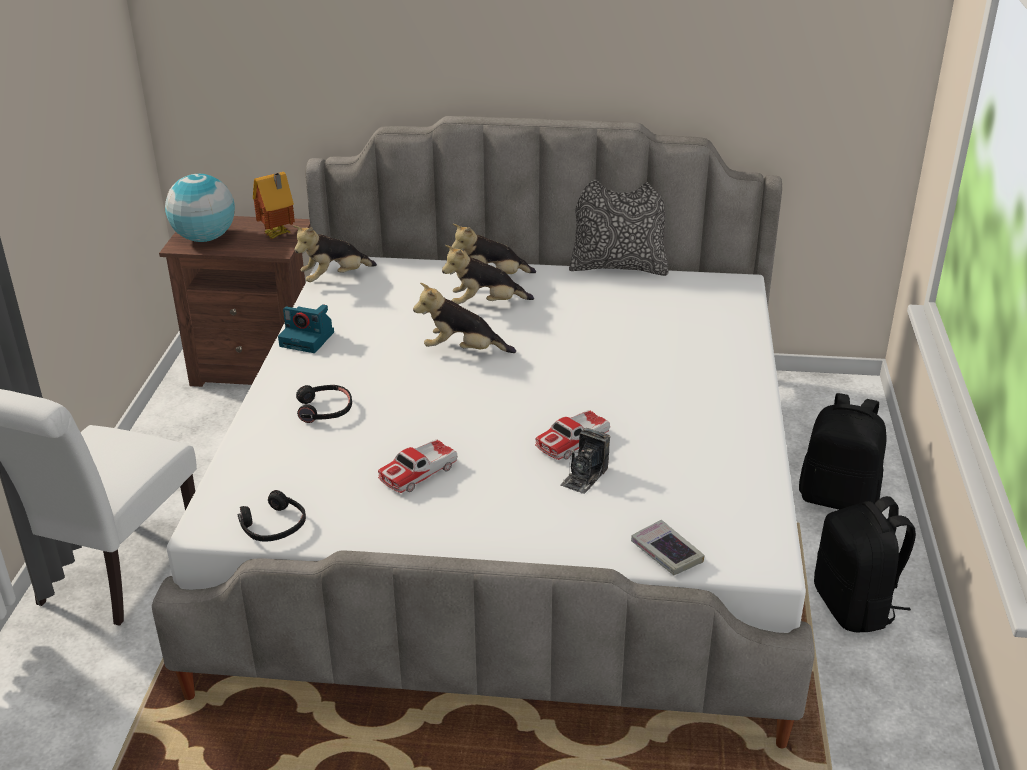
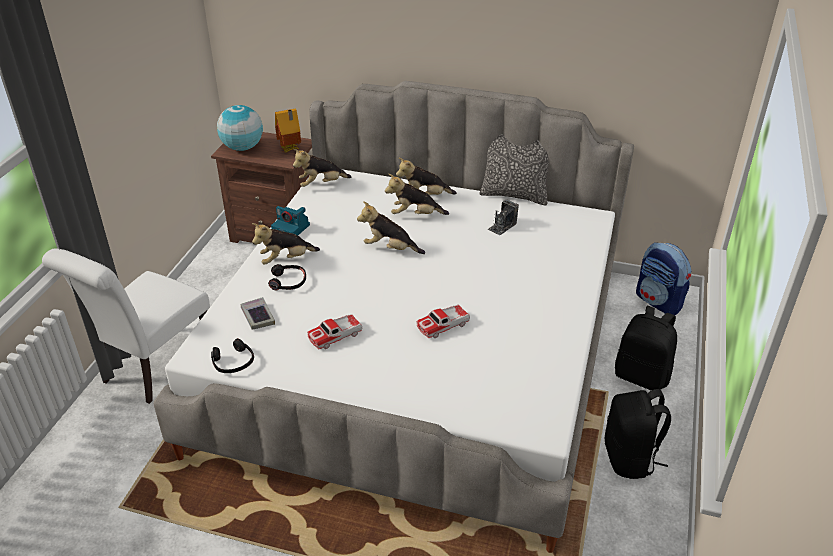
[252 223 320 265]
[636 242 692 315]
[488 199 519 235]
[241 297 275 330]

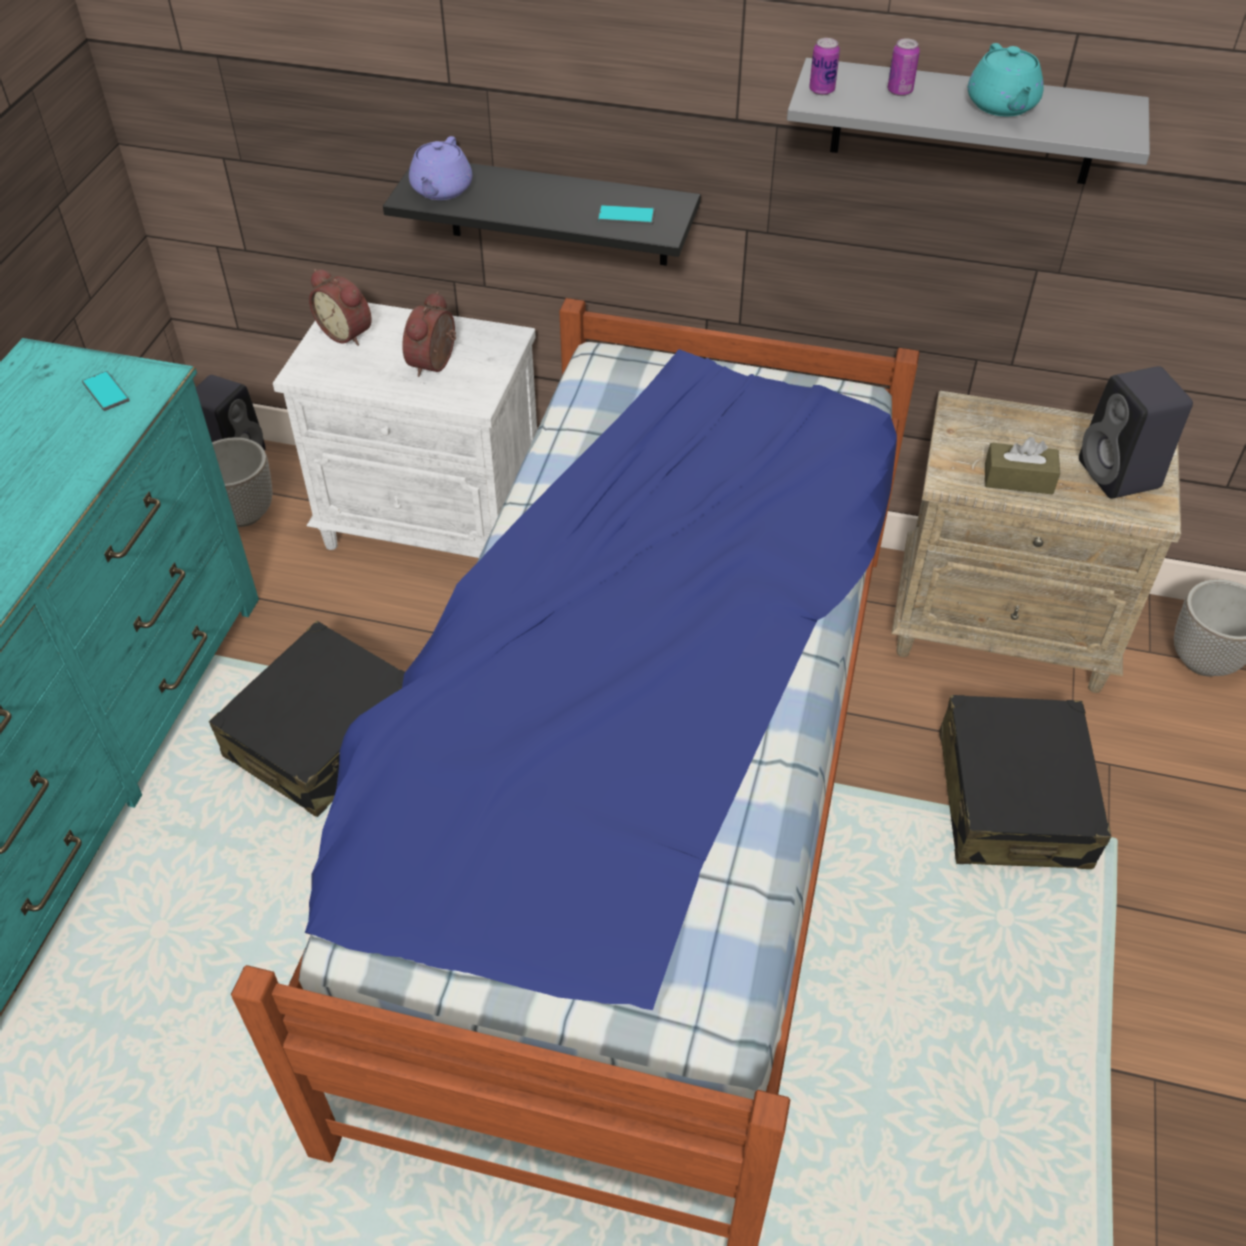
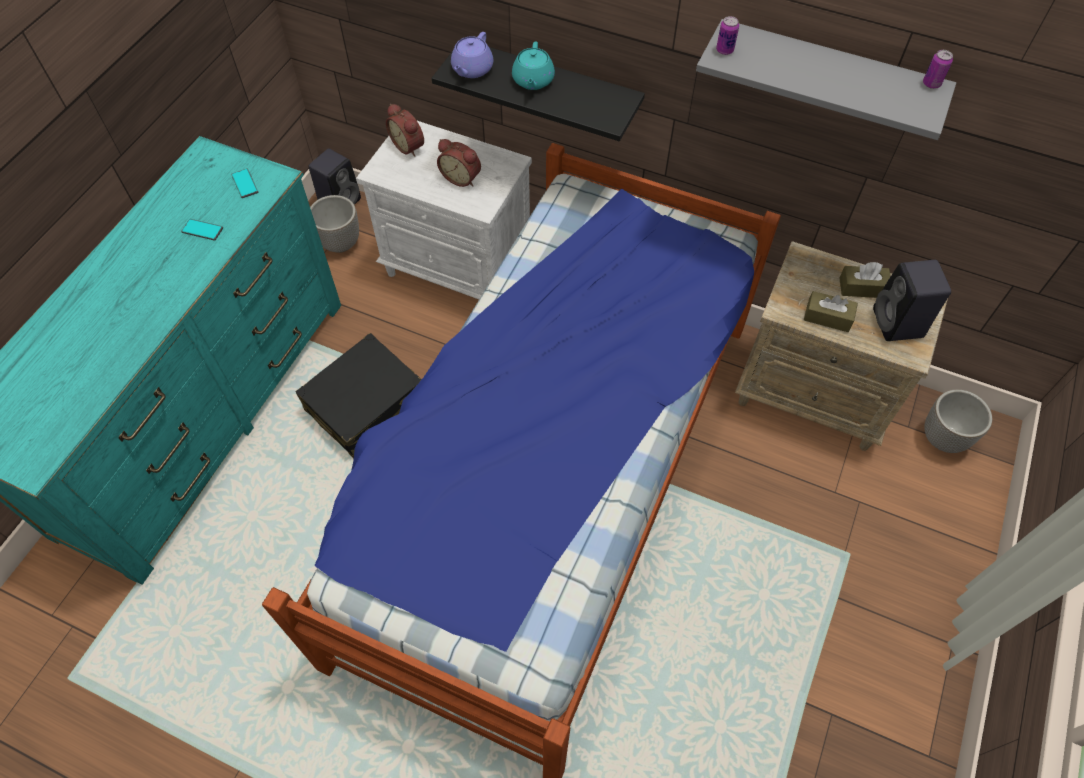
[939 695 1111 869] (first image)
[839 262 891 298]
[181 219 223 241]
[923 50 953 89]
[512 41 555 90]
[437 139 481 187]

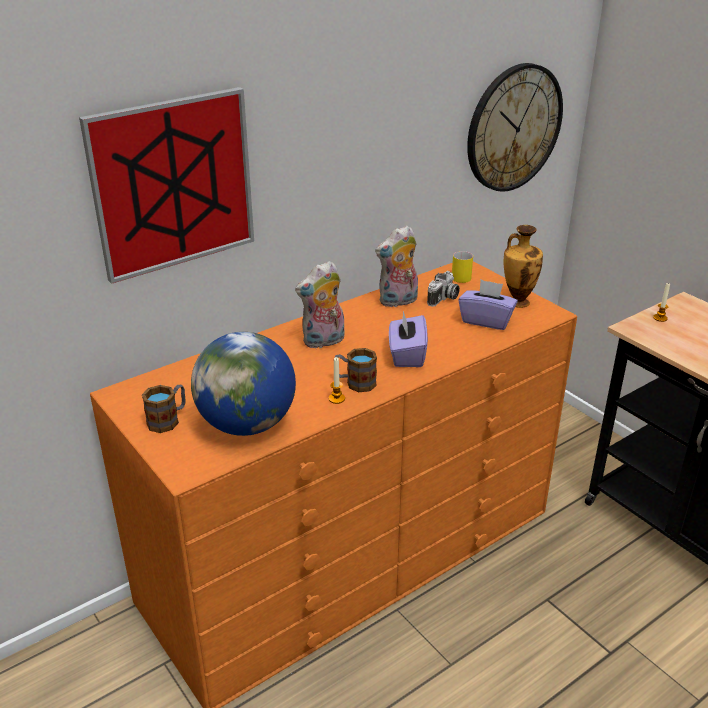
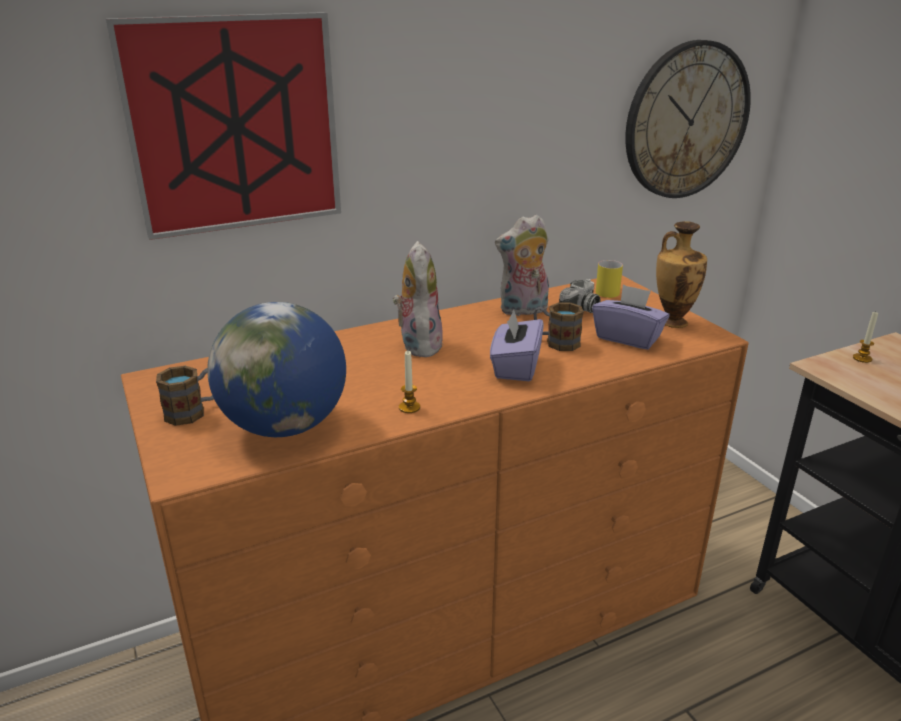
[534 303 583 351]
[393 241 443 357]

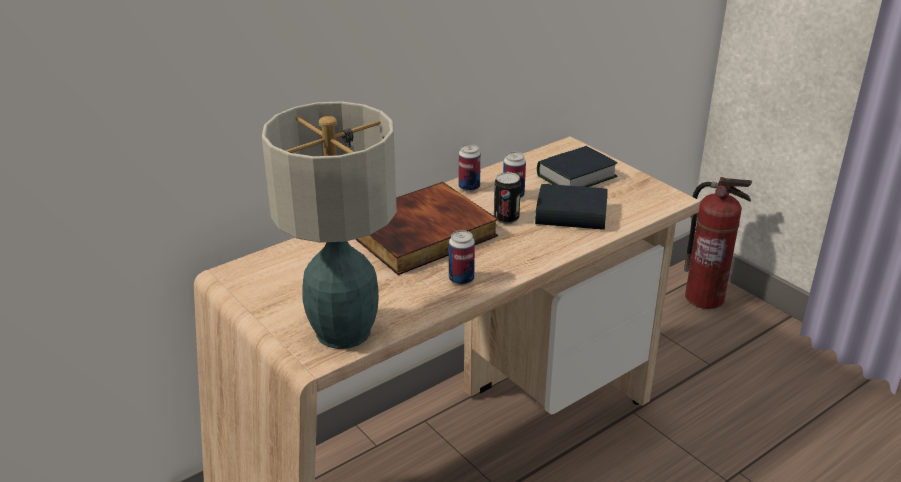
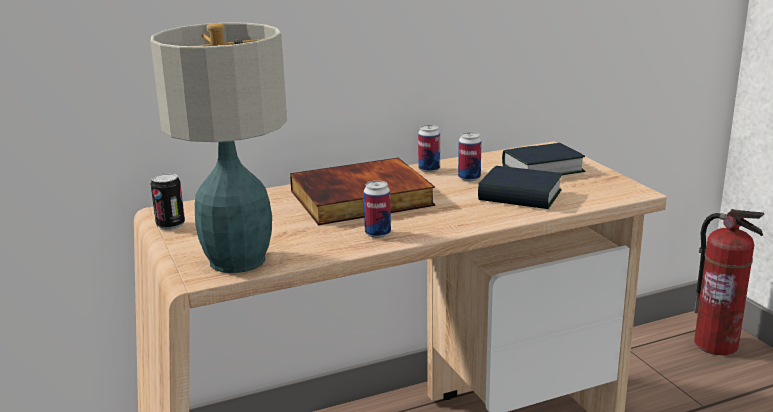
[151 173 185 230]

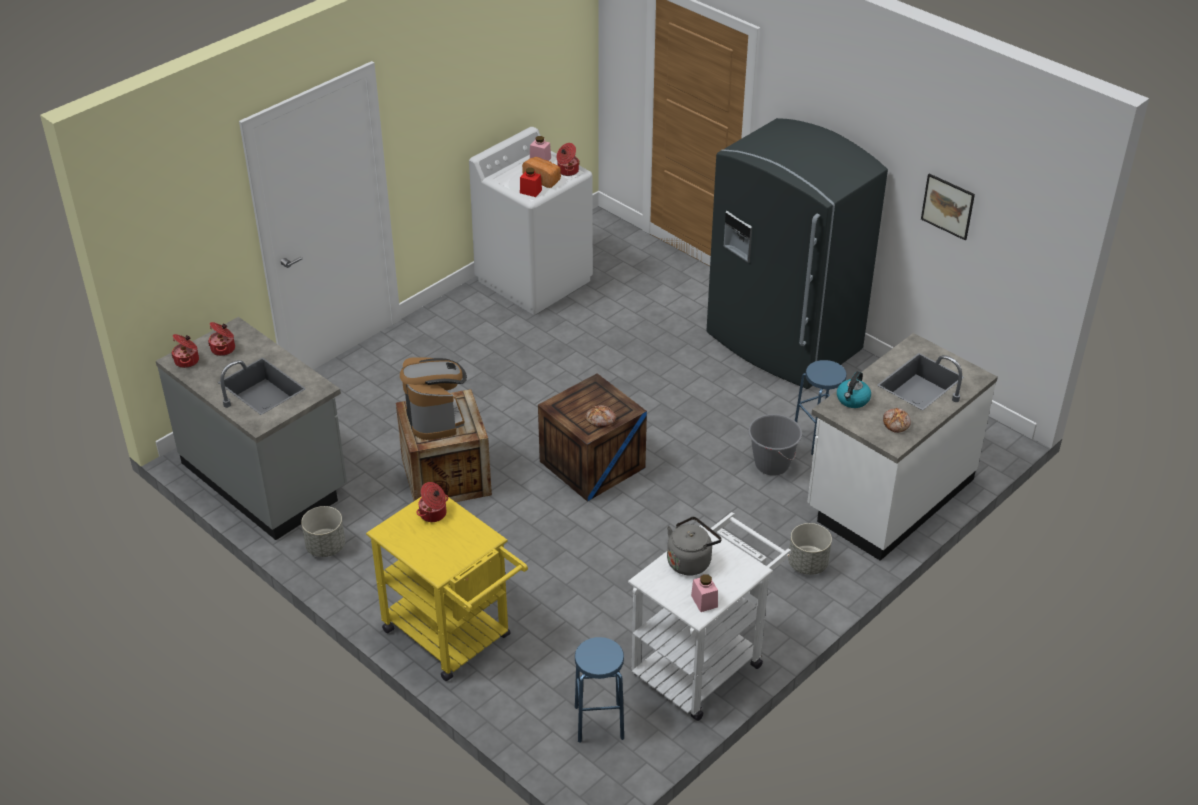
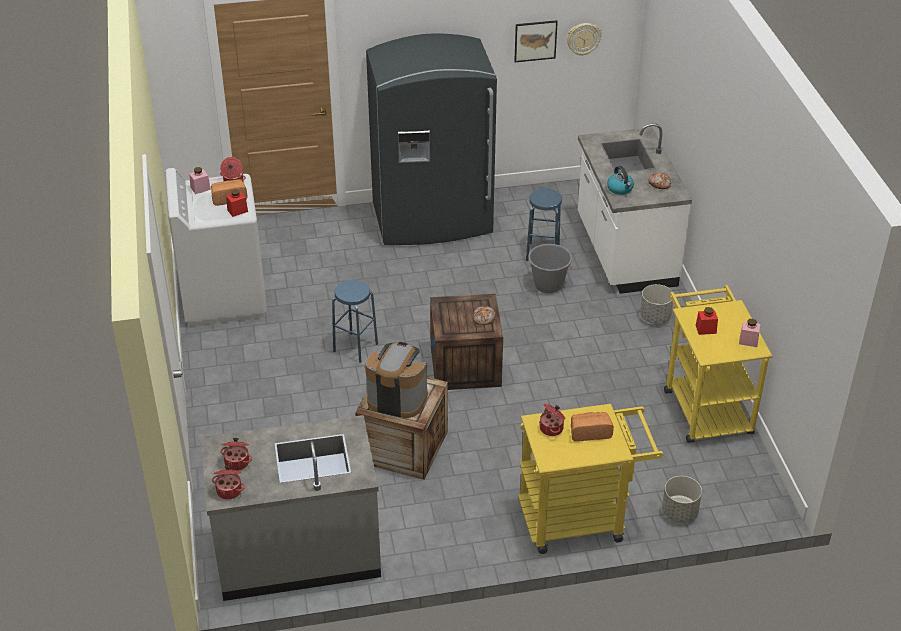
[567 23 602 56]
[571 412 614 442]
[662 476 702 523]
[332 280 378 363]
[696 307 718 335]
[664 285 773 443]

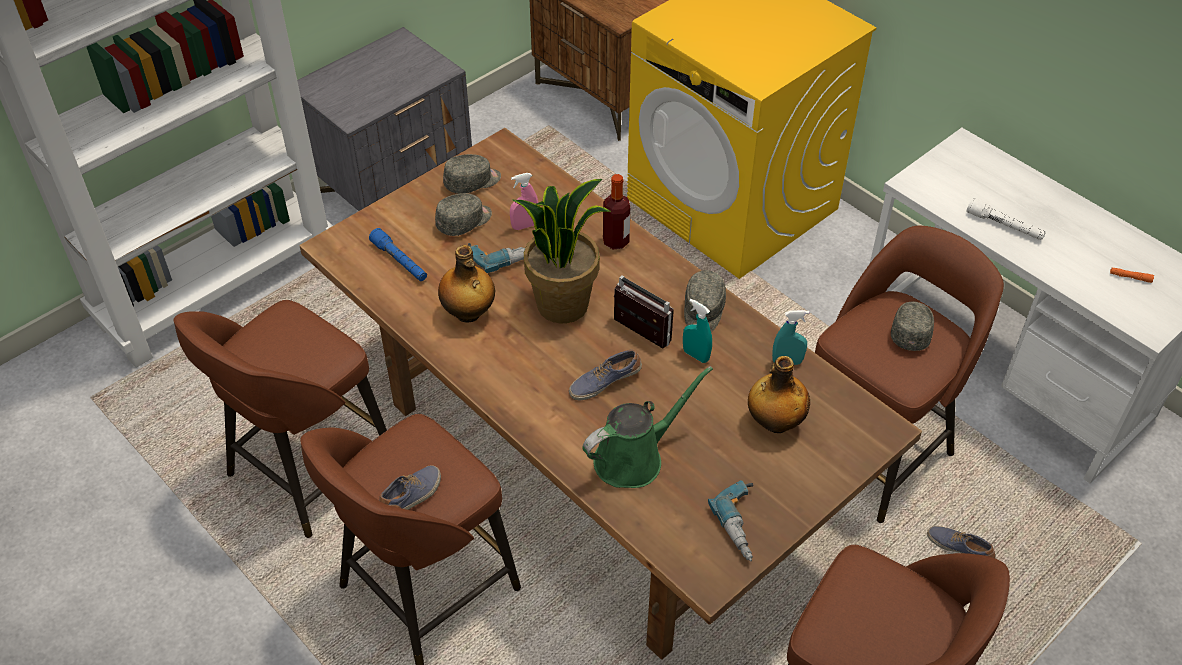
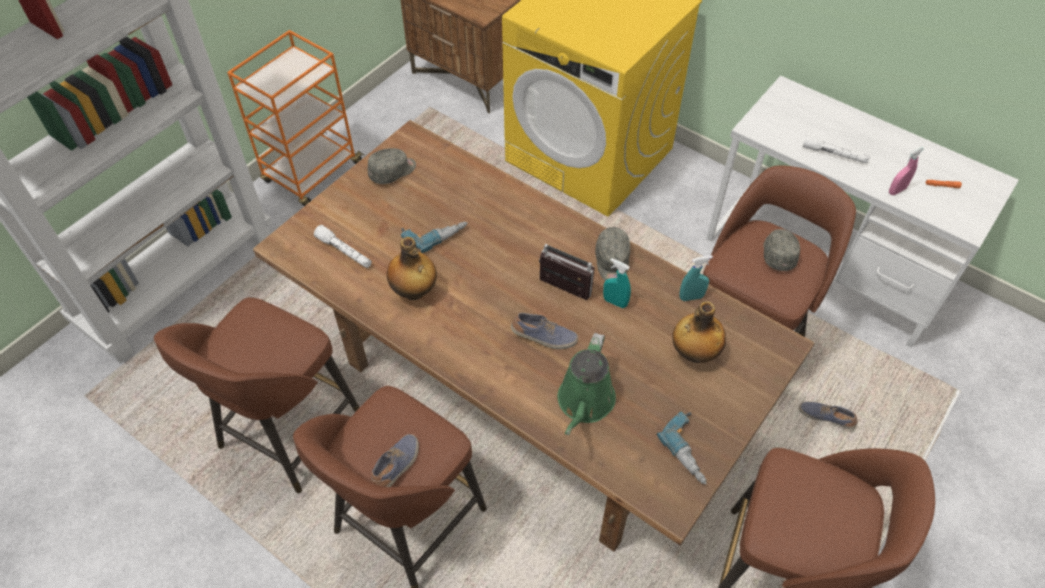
[435 193 492 236] (first image)
[513 179 612 324] (first image)
[603 174 630 249] (first image)
[889 147 923 195]
[227 30 365 206]
[314 225 372 268]
[511 312 578 349]
[558 333 616 435]

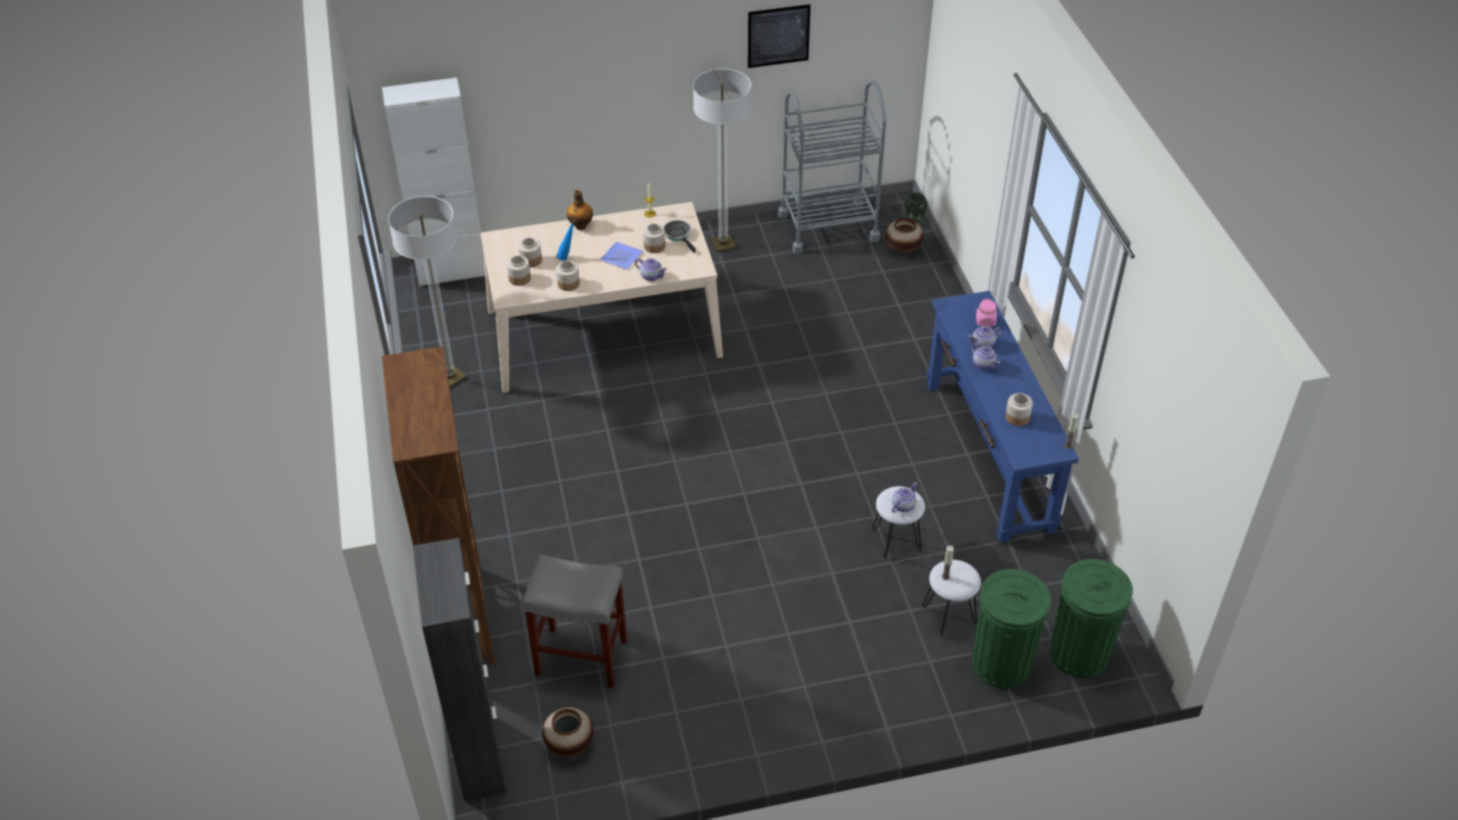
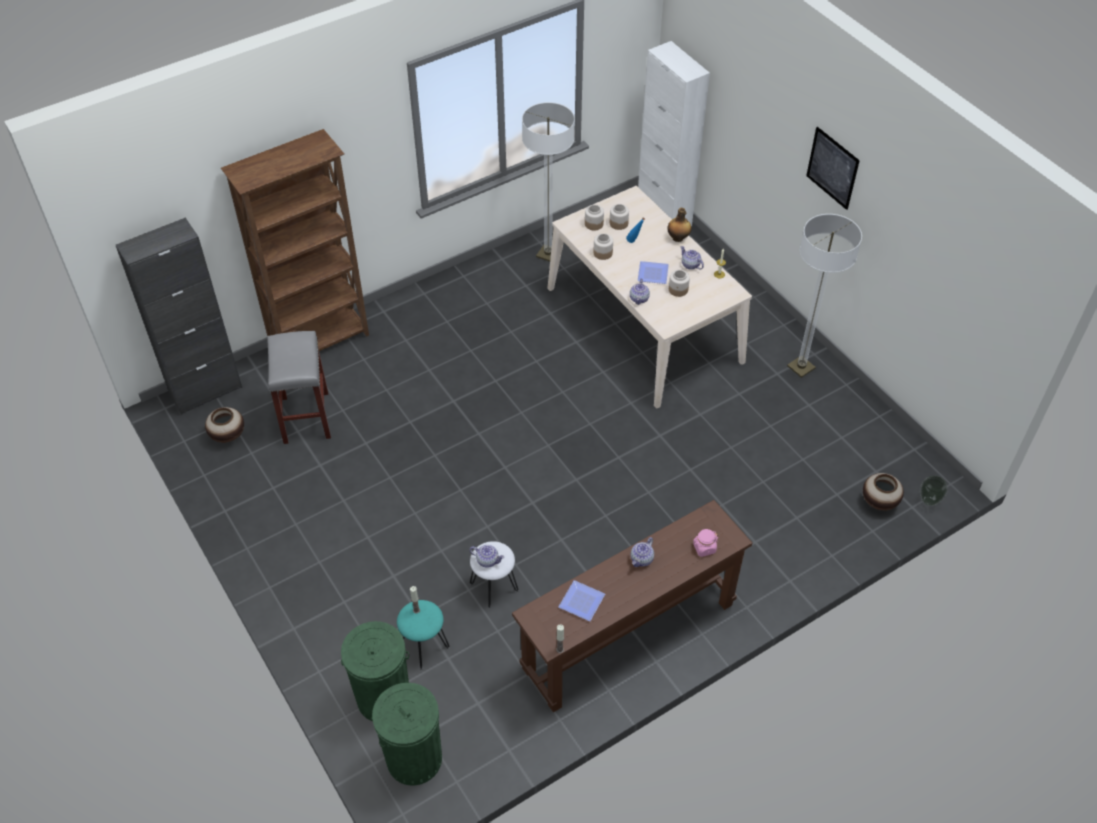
[663 220 696 253] (first image)
[778 80 886 254] (first image)
[806 127 860 210]
[680 246 704 270]
[558 580 605 621]
[397 600 450 669]
[512 500 752 712]

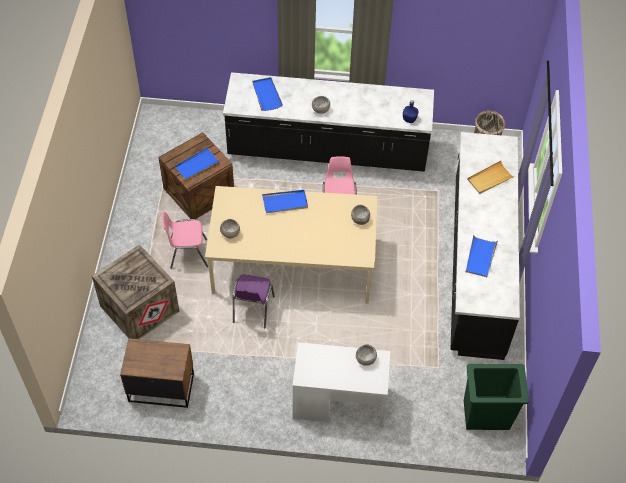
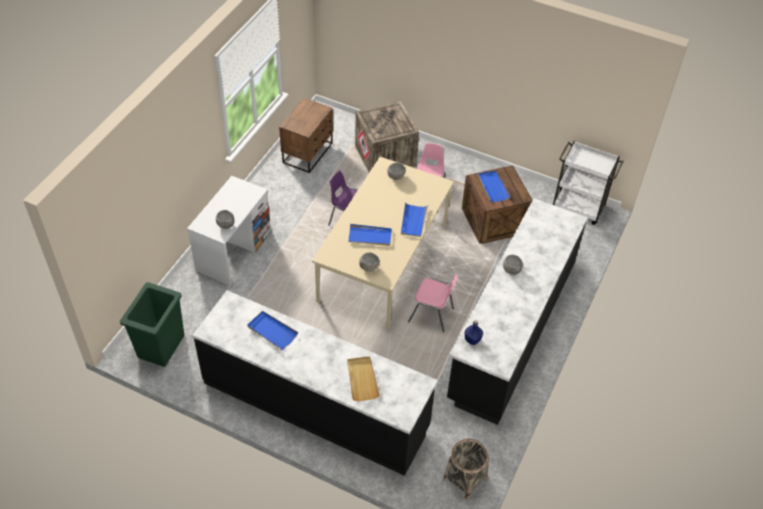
[553 141 623 225]
[348 224 392 246]

